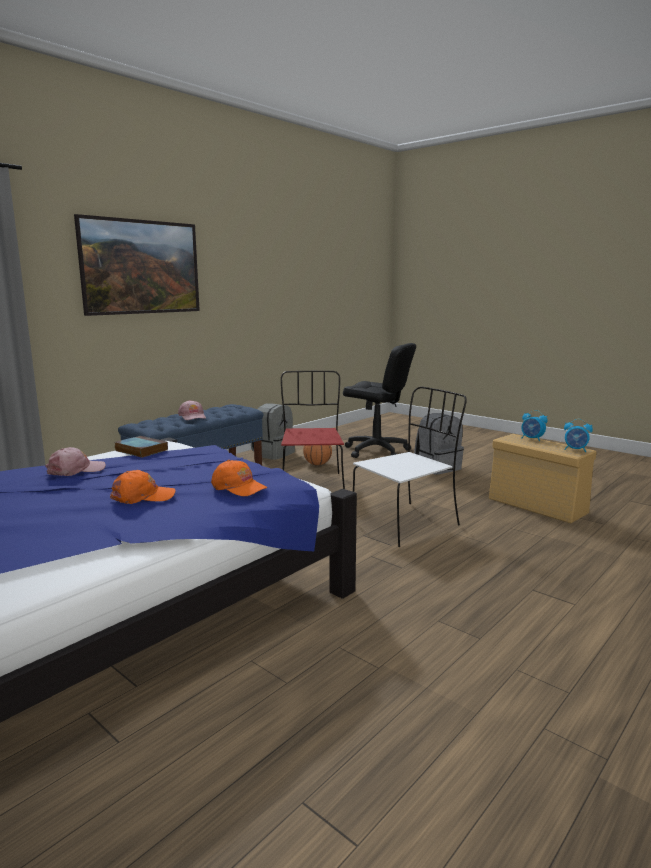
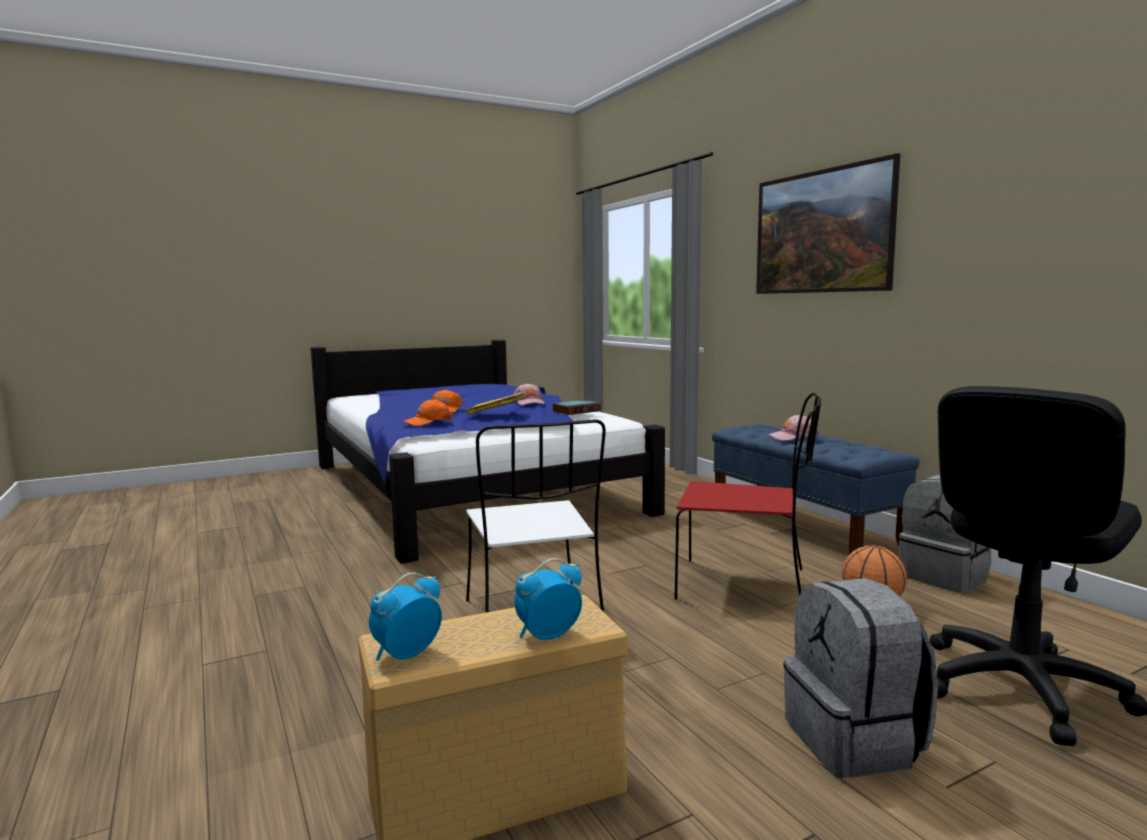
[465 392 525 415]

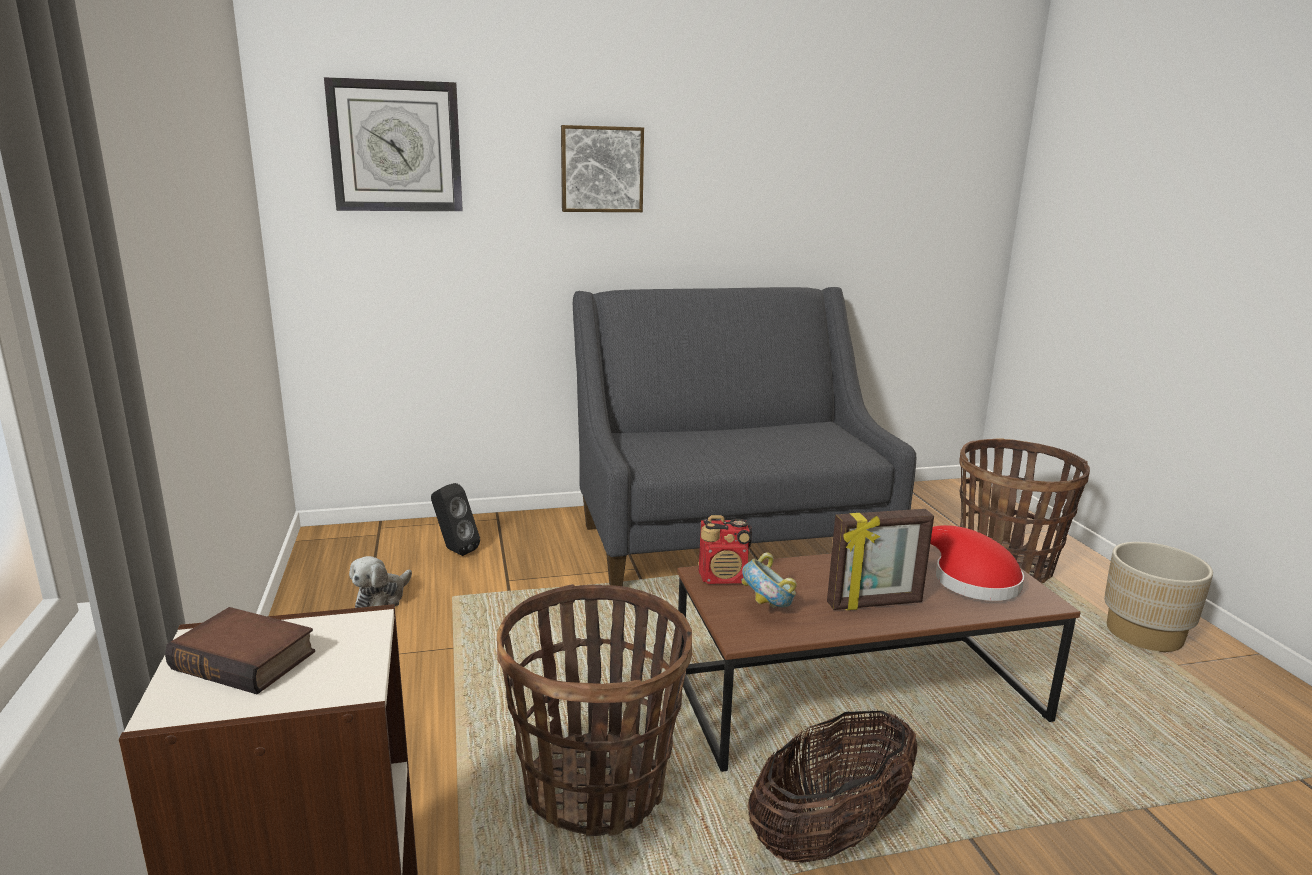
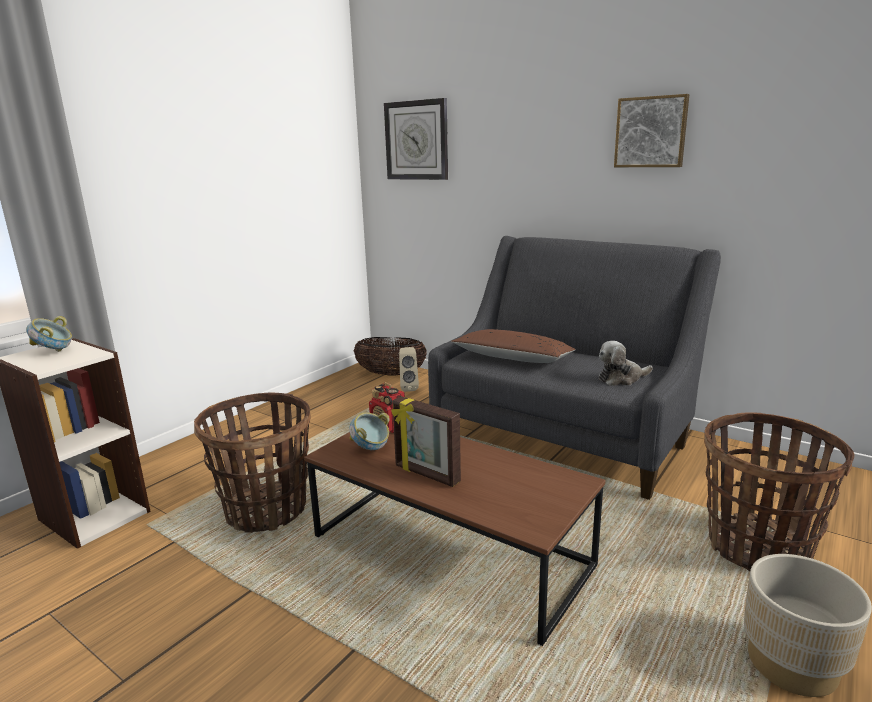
[930 525 1024 601] (first image)
[451 329 576 363]
[599 341 653 386]
[614 94 690 167]
[353 337 427 376]
[26 316 72 352]
[399 347 419 392]

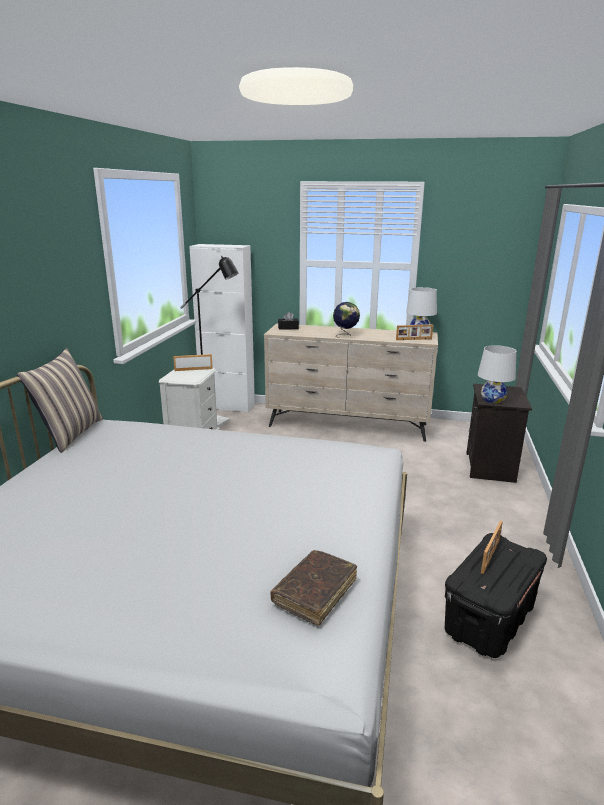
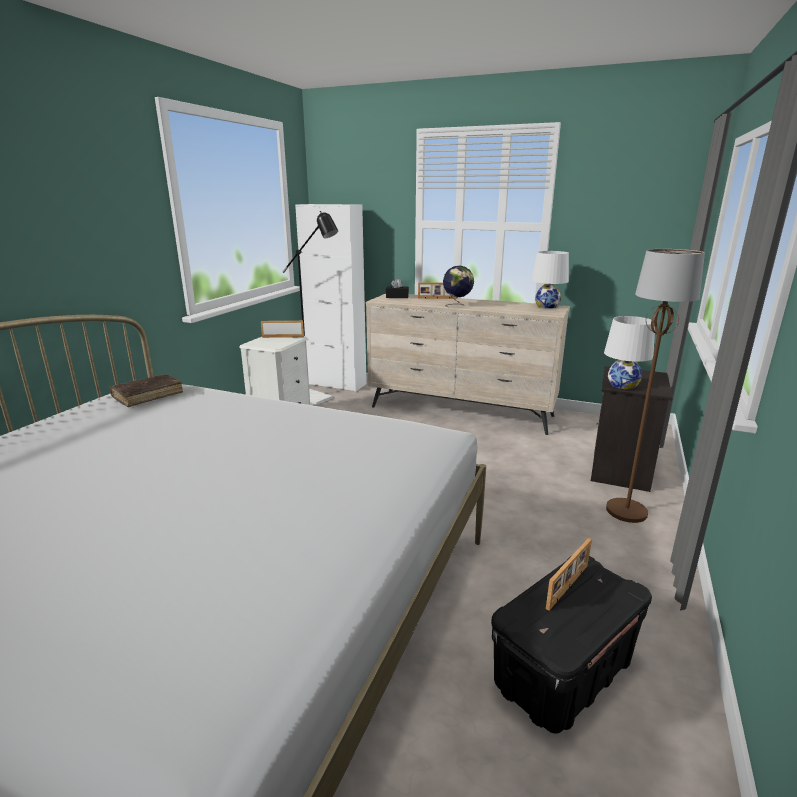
[17 348 103 453] (first image)
[606 249 705 523]
[109 375 183 407]
[418 282 457 299]

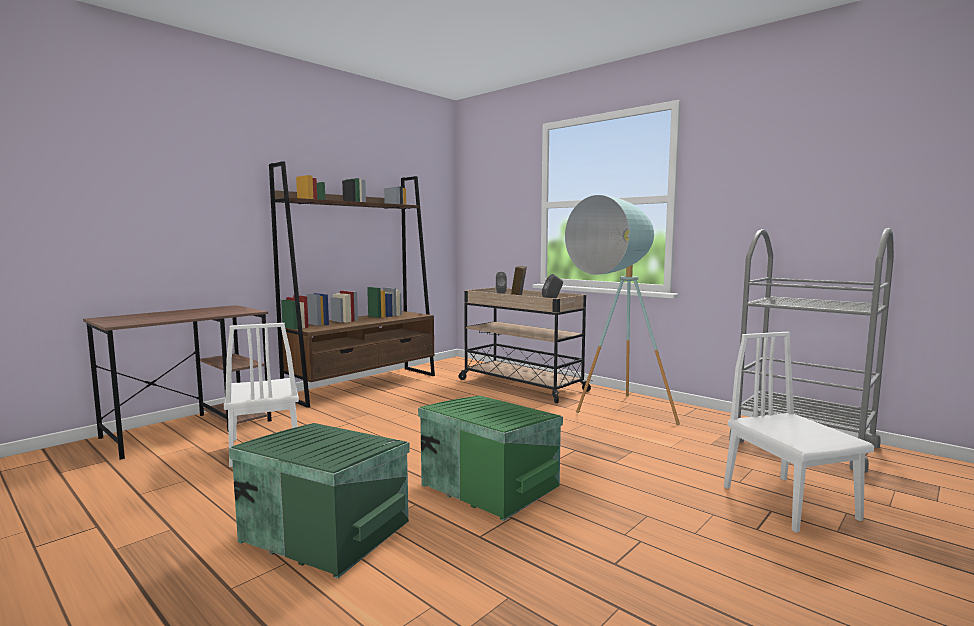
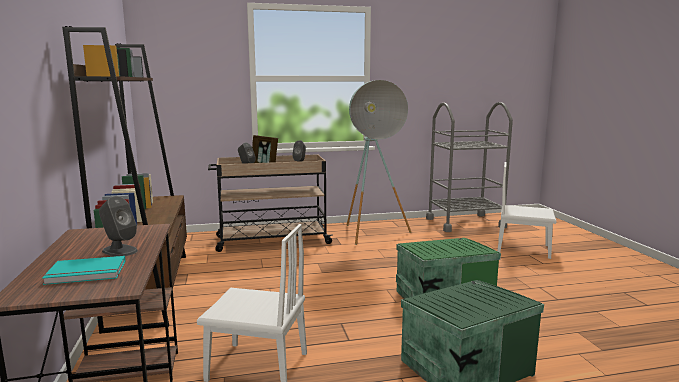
[42 256 125 285]
[99 196 138 256]

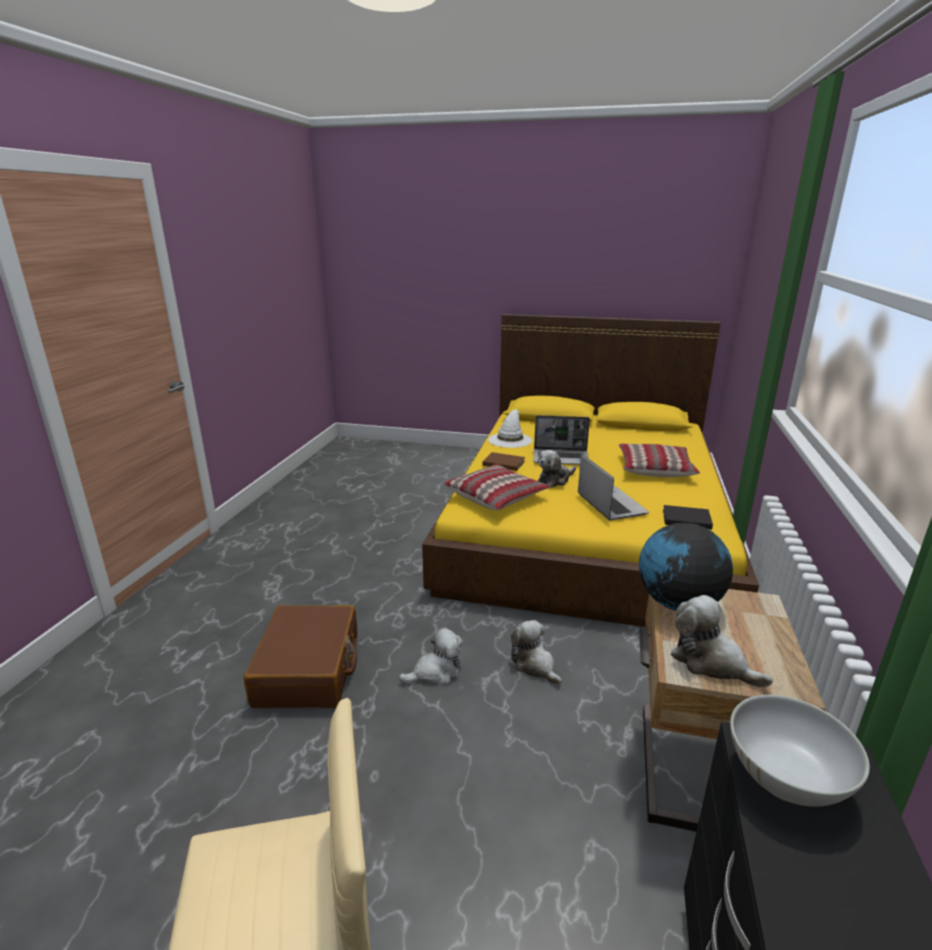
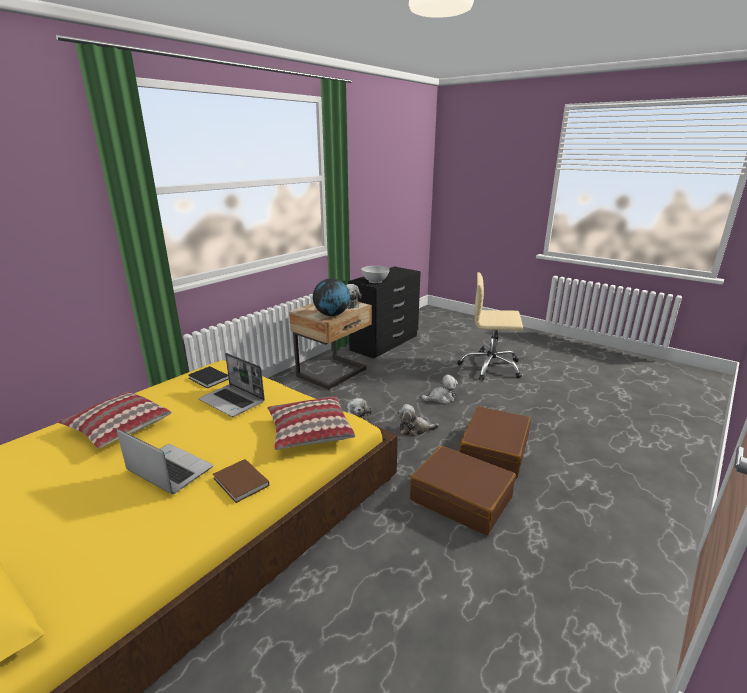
[488 410 532 448] (first image)
[410 446 516 535]
[421 374 458 404]
[198 353 265 417]

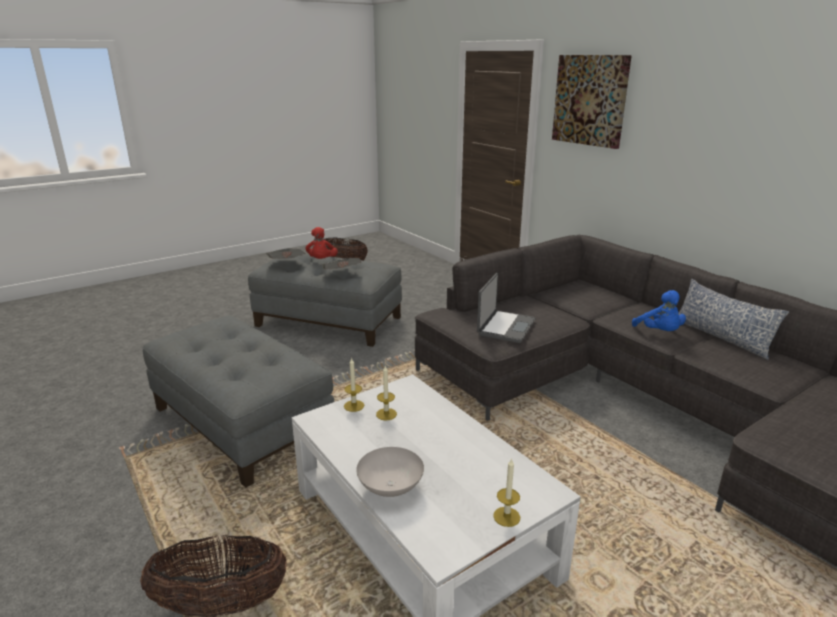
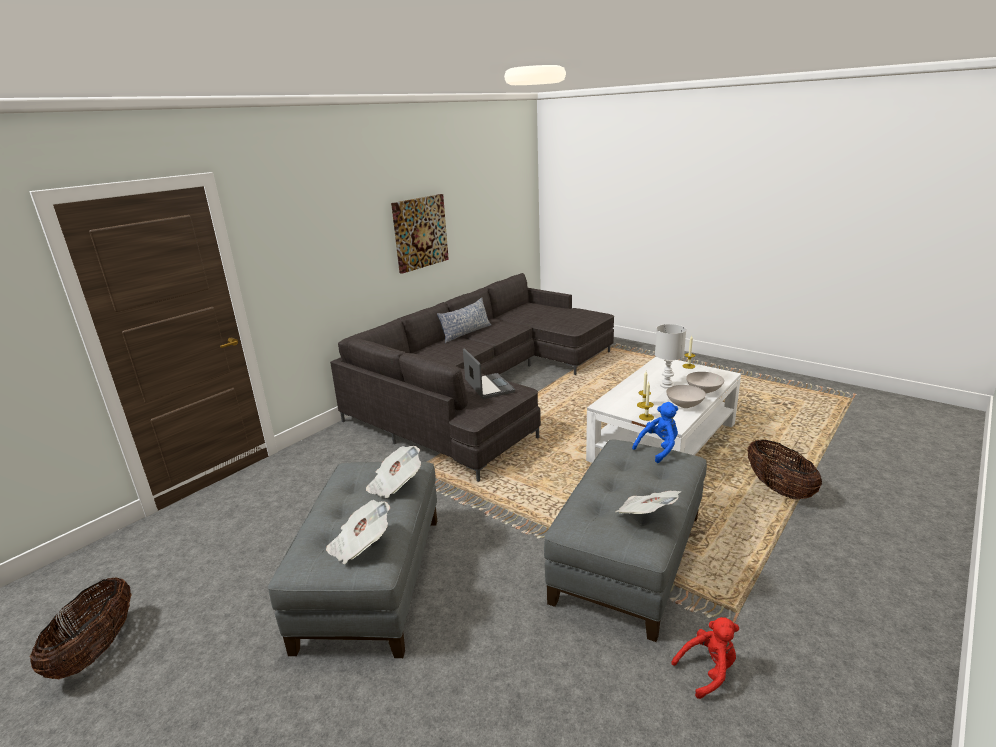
[615 491 681 514]
[655 324 686 389]
[666 385 706 408]
[671 617 739 699]
[391 194 449 274]
[632 402 678 463]
[463 348 515 399]

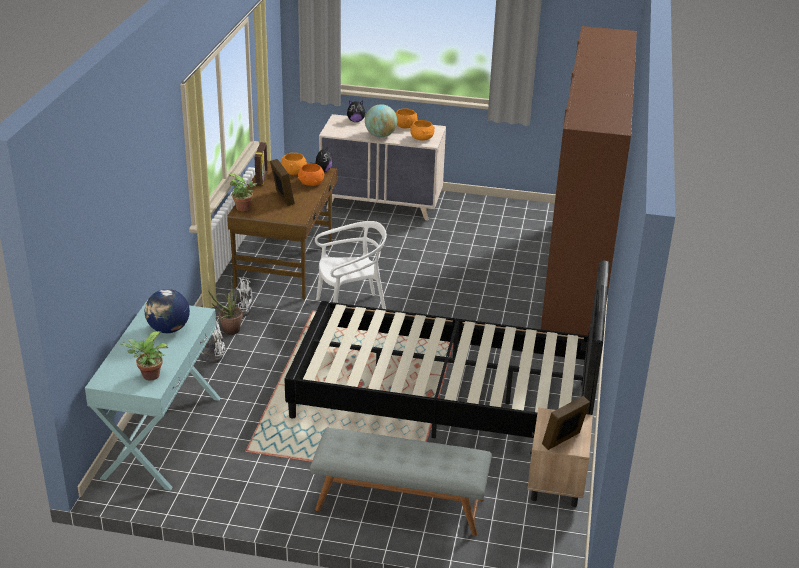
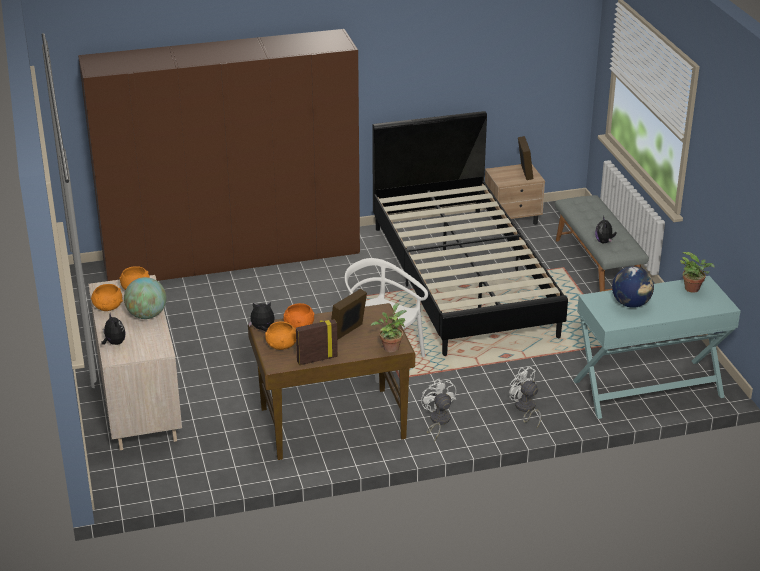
[208 275 243 335] (first image)
[595 216 617 243]
[518 136 534 180]

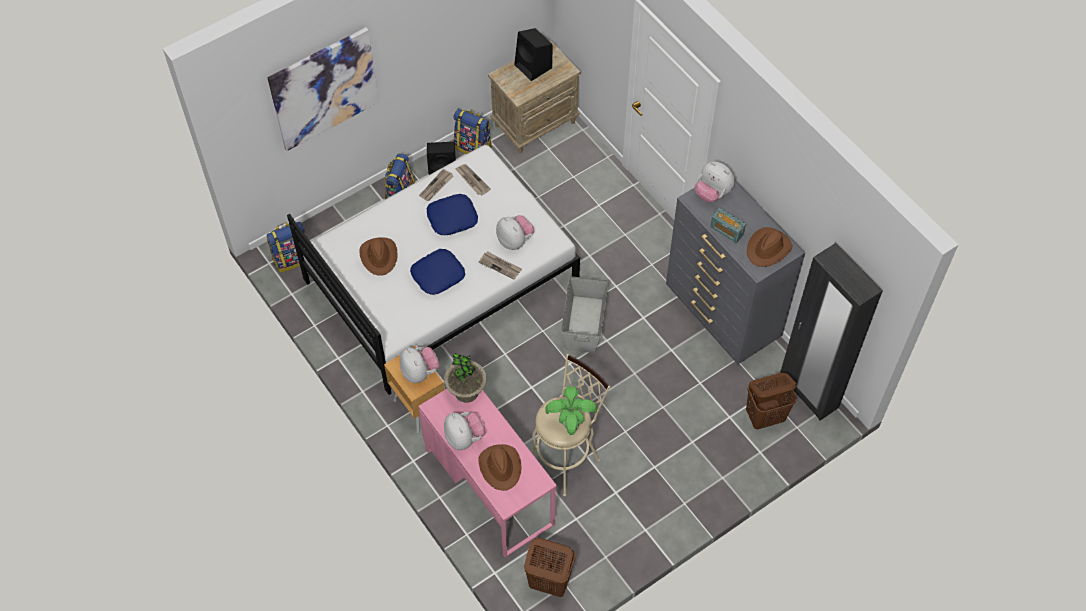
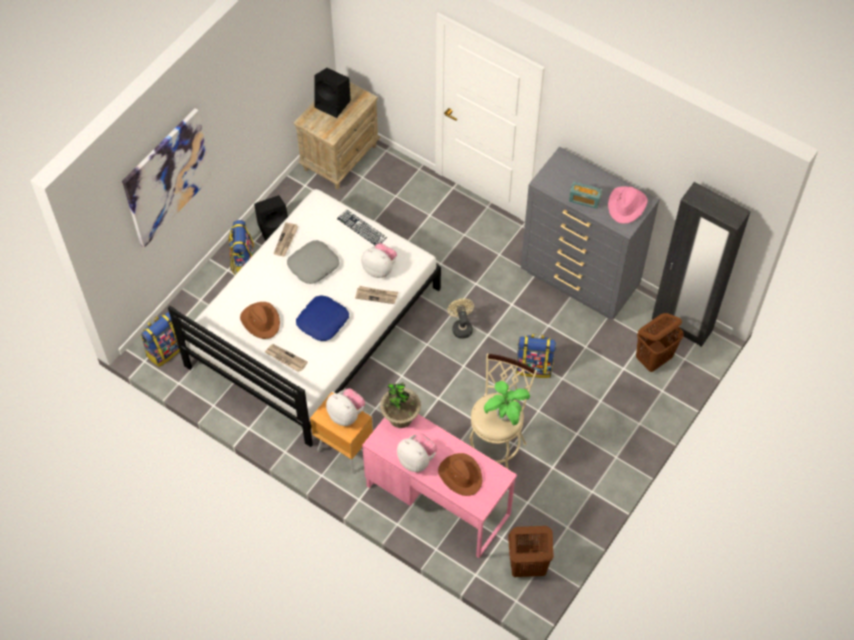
[695 162 735 202] (first image)
[337 209 387 246]
[516 334 556 378]
[265 344 308 372]
[447 299 474 339]
[287 240 340 284]
[608 186 647 224]

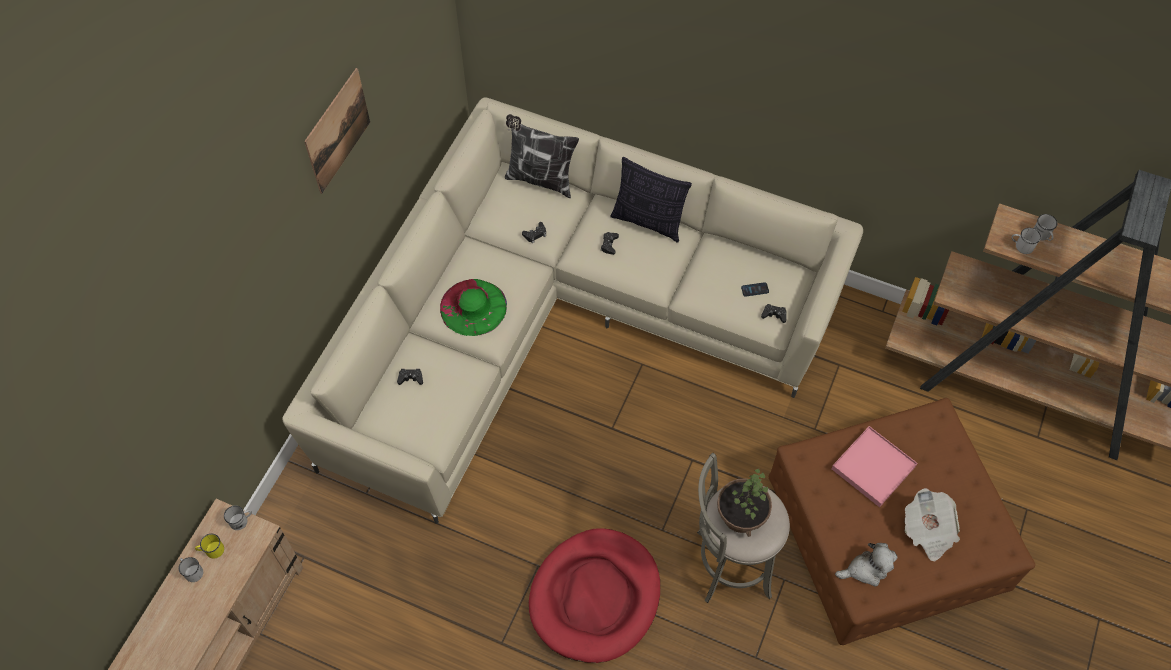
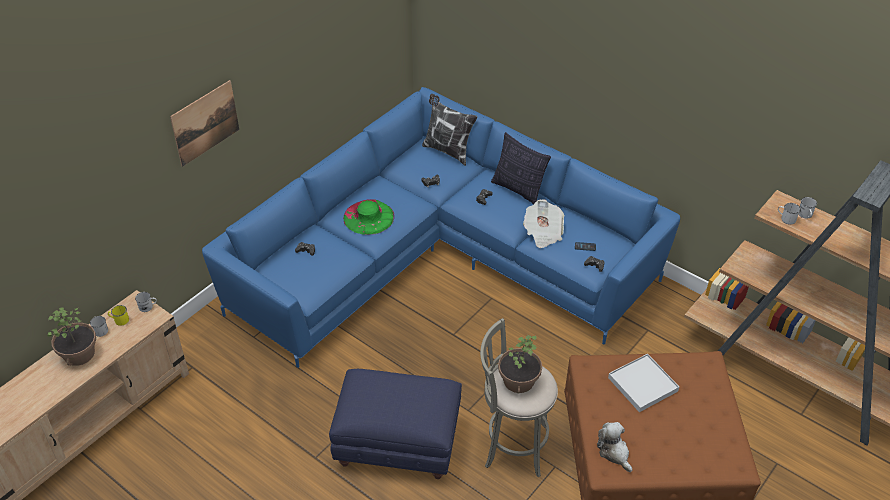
[47 307 96 366]
[170 80 239 167]
[523 199 564 248]
[329 369 462 479]
[202 87 680 368]
[608 354 679 412]
[597 422 632 472]

